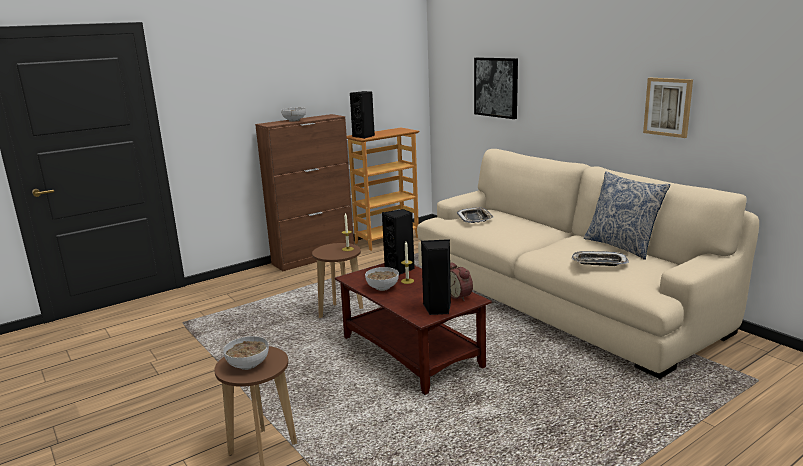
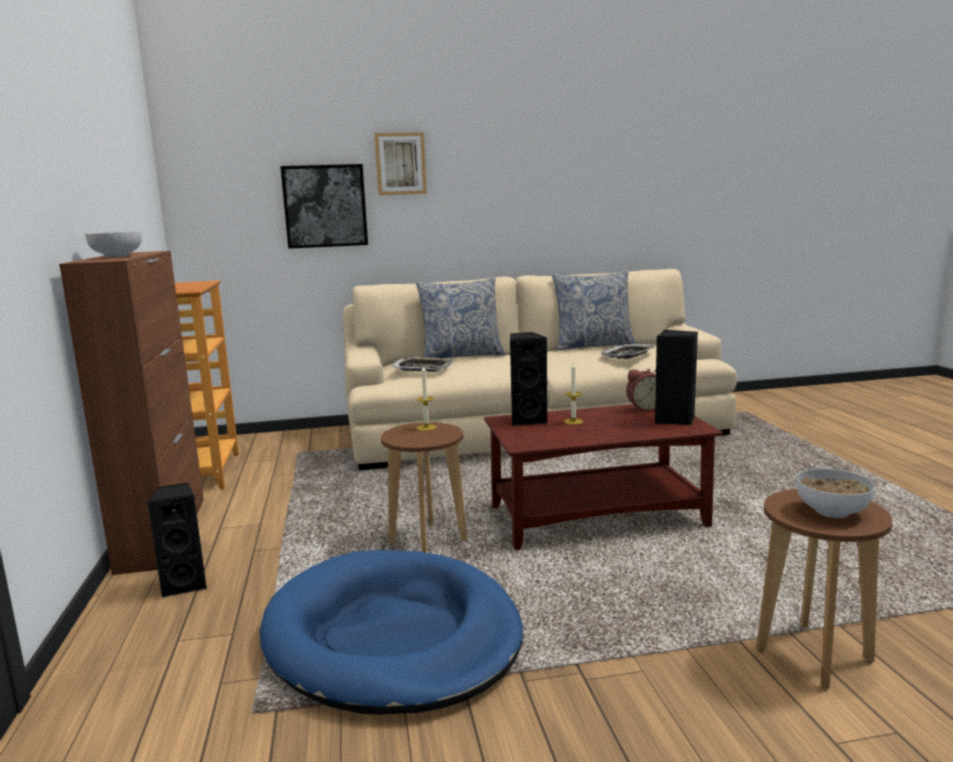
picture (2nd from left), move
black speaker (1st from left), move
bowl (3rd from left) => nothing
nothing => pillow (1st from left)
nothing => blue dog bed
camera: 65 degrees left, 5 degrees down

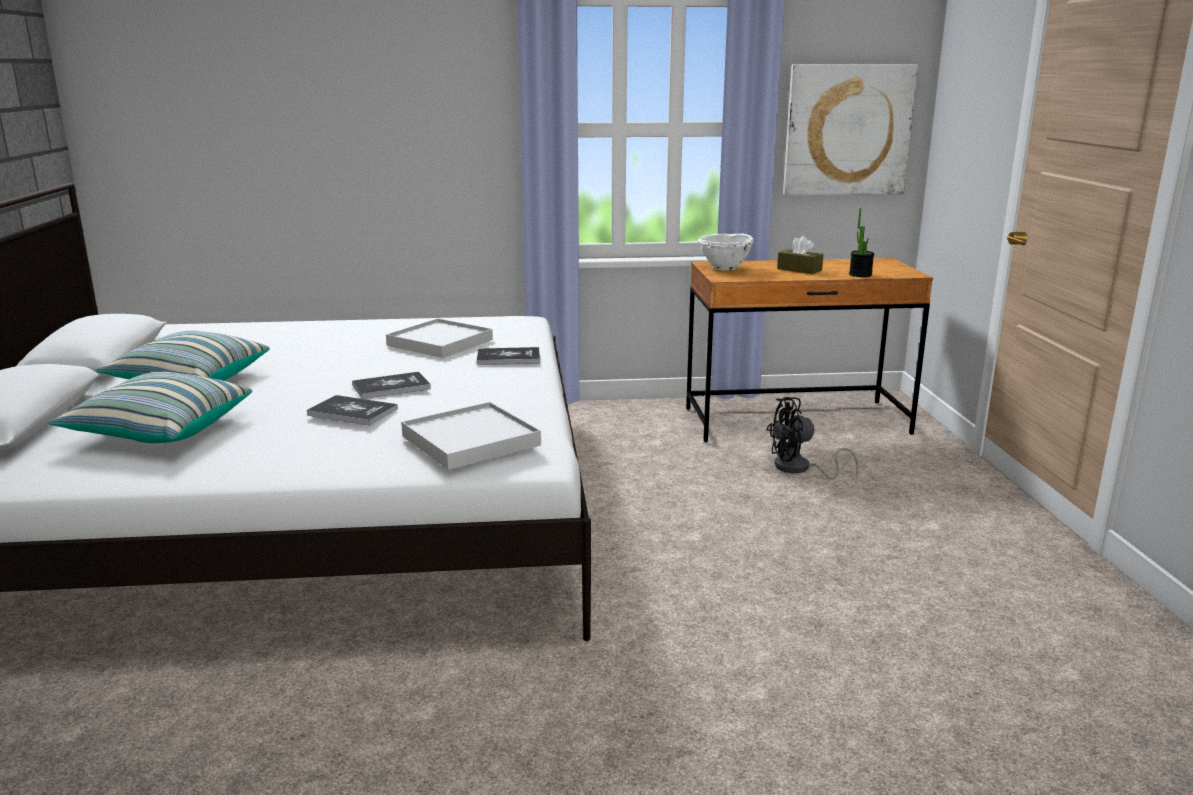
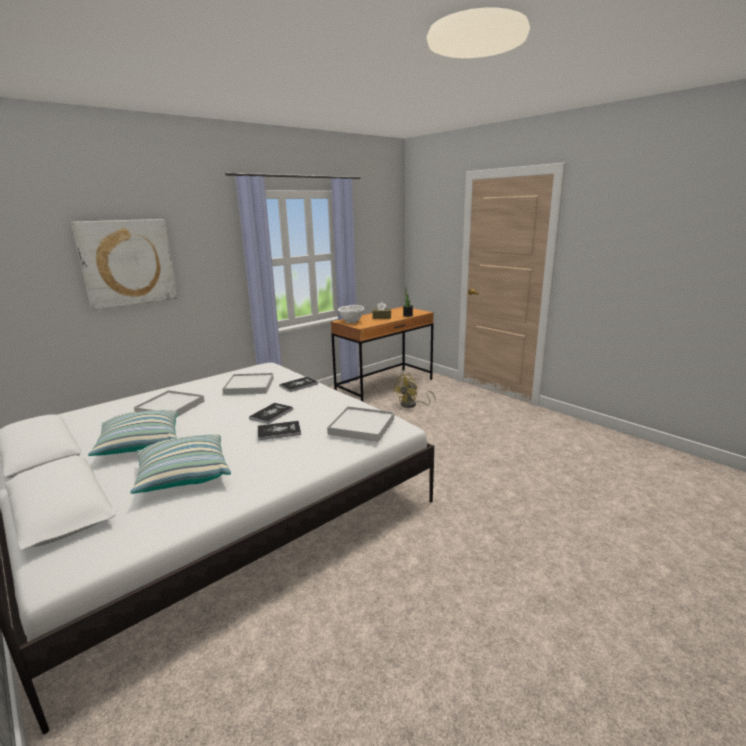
picture, move
black fan => yellow fan
nothing => white tray (1st from left)
camera: 35 degrees left, 0 degrees up

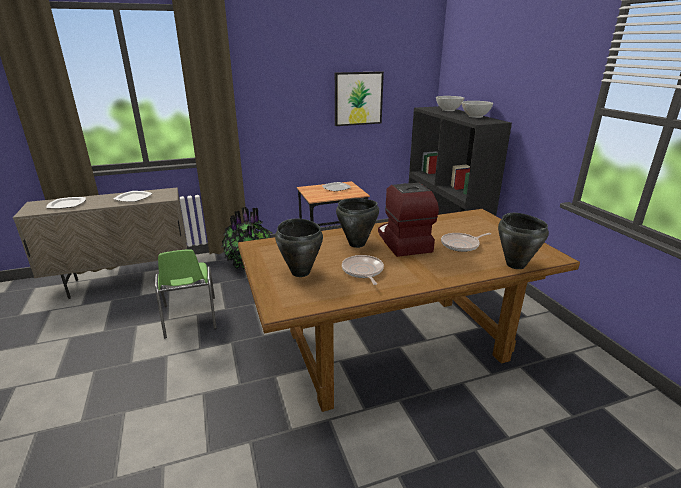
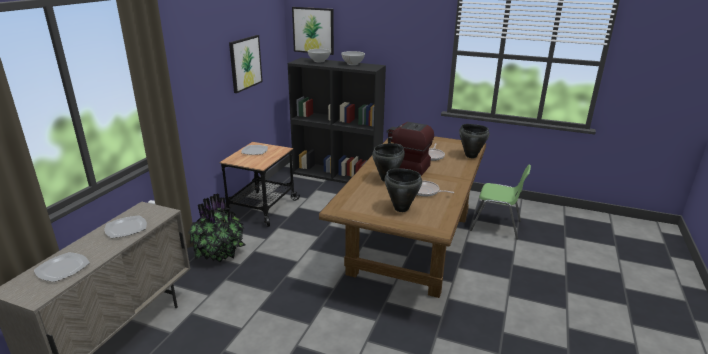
green chair, move
nothing => picture (2nd from left)
camera: 50 degrees left, 0 degrees up

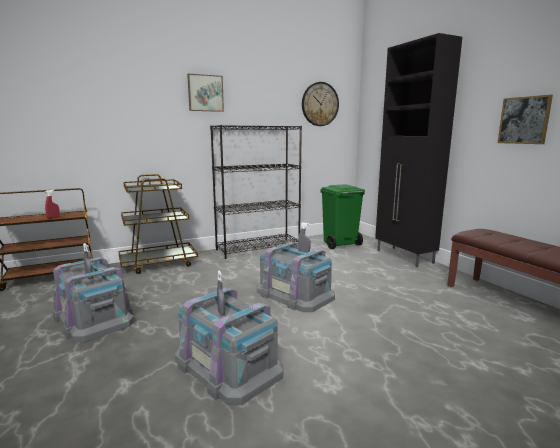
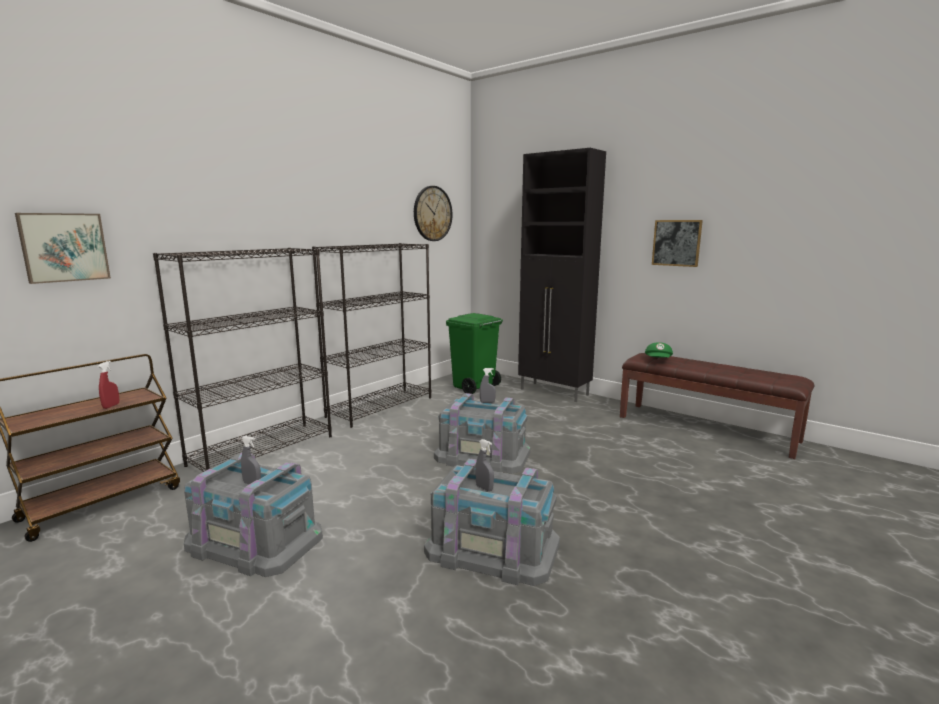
picture (1st from left), move
brown cart (2nd from left) => black bookcase (1st from left)
nothing => green cap
camera: 25 degrees left, 0 degrees up

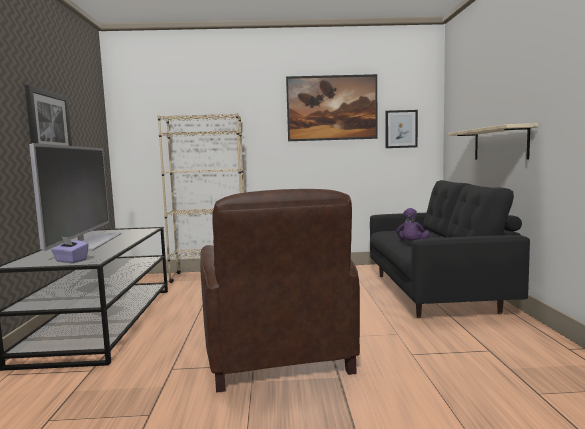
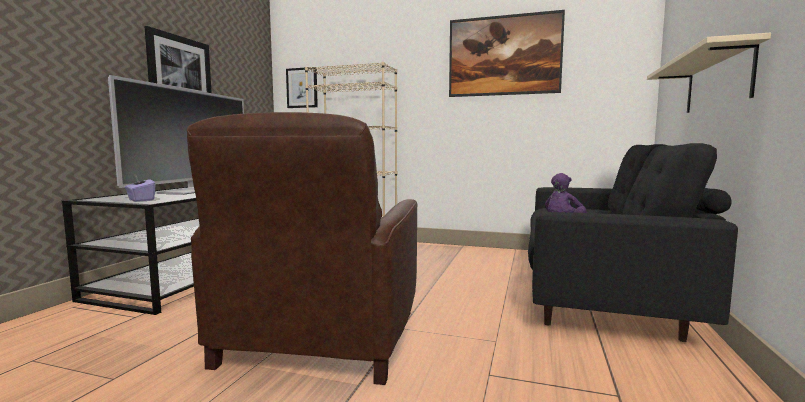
picture (3rd from left in the first image) => picture (2nd from left), move
camera: 20 degrees right, 0 degrees up

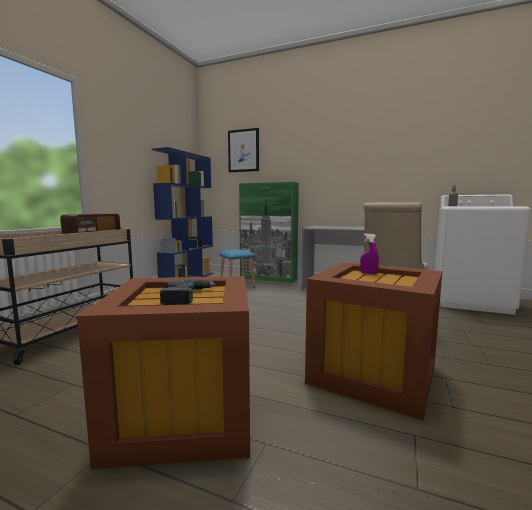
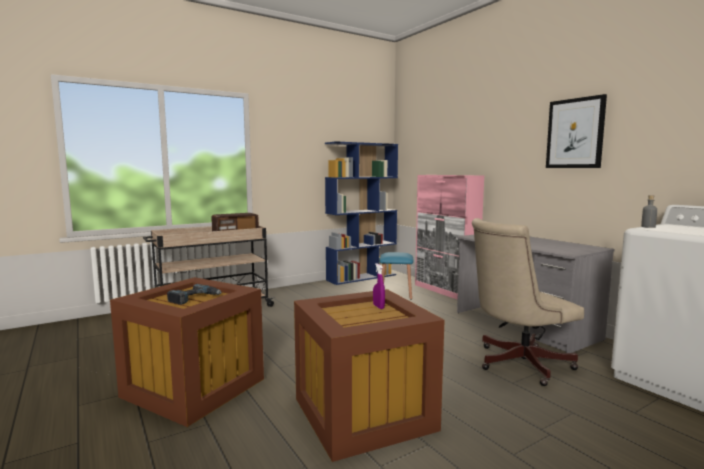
picture, move
green cabinet => pink cabinet
camera: 35 degrees right, 0 degrees up

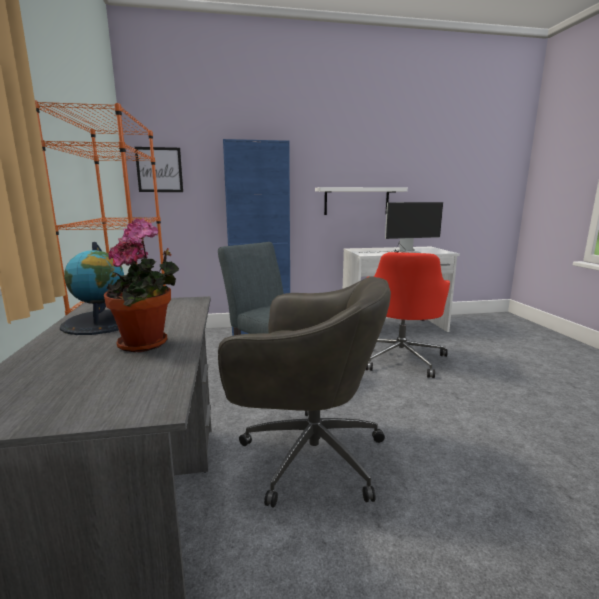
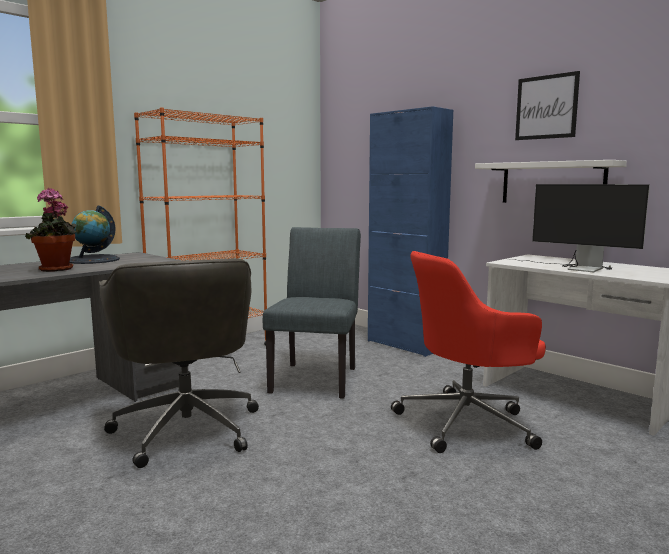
picture, move
camera: 55 degrees right, 5 degrees down

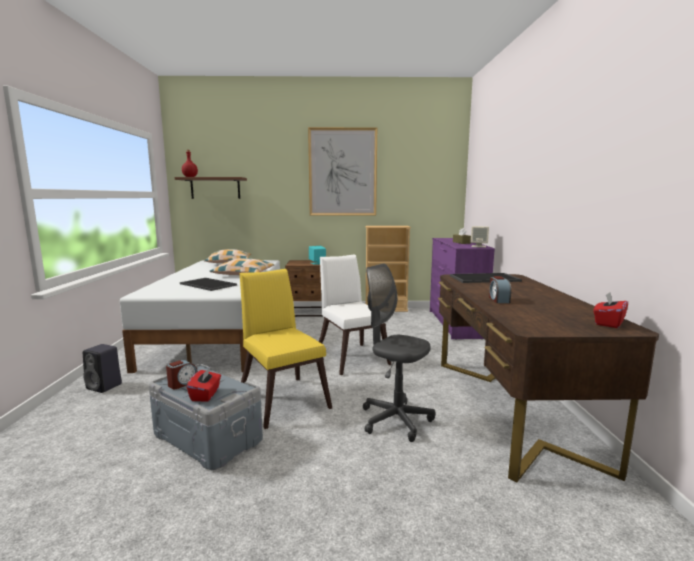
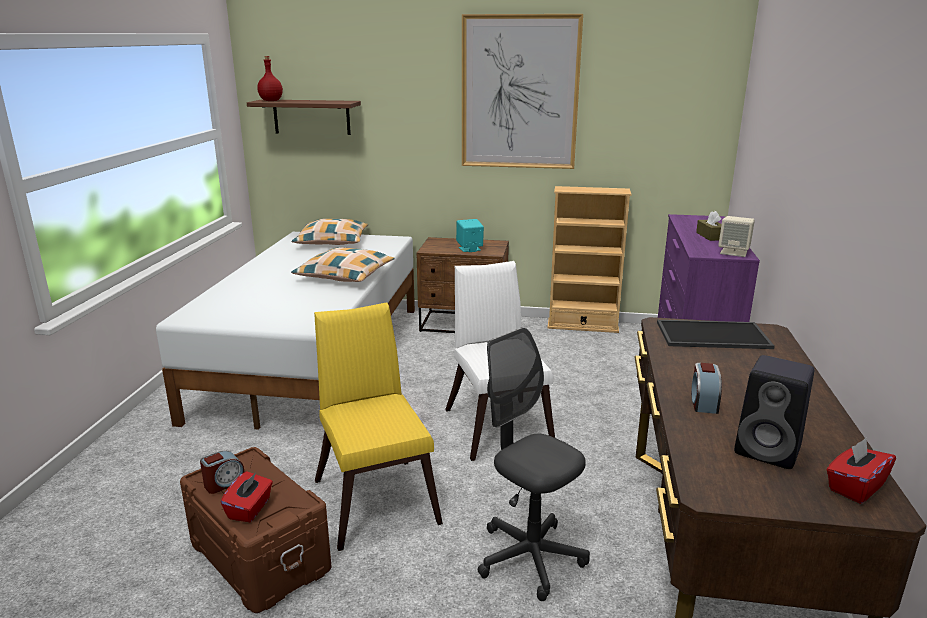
tray (1st from left) => nothing
black speaker, move
grey storage box => brown storage box
camera: 10 degrees right, 10 degrees up

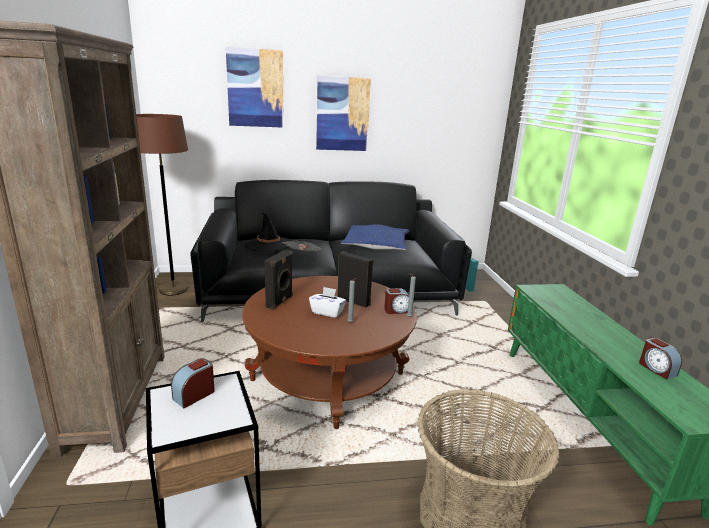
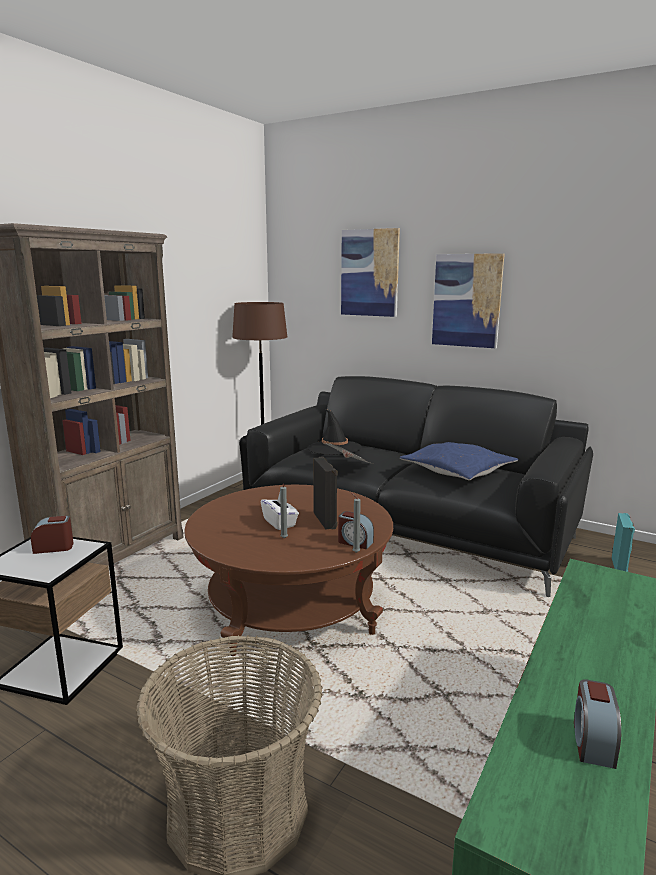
black speaker (1st from left) => nothing
camera: 40 degrees right, 5 degrees down

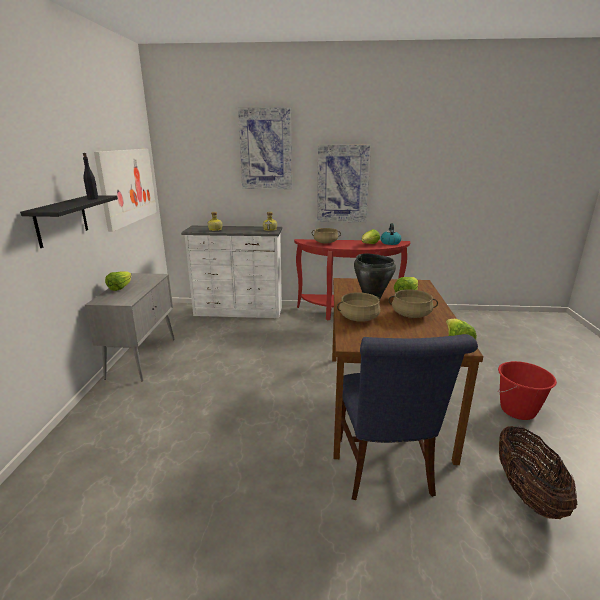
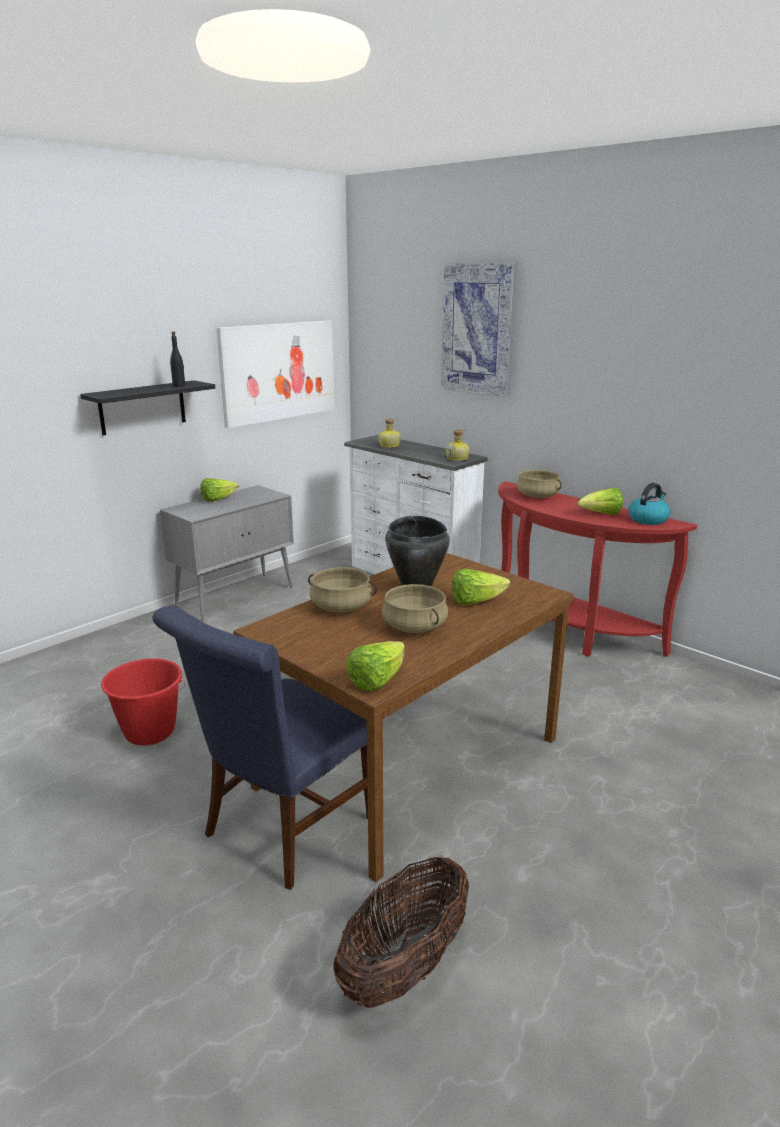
picture (3rd from left) => nothing
red bucket, move
camera: 40 degrees right, 0 degrees up

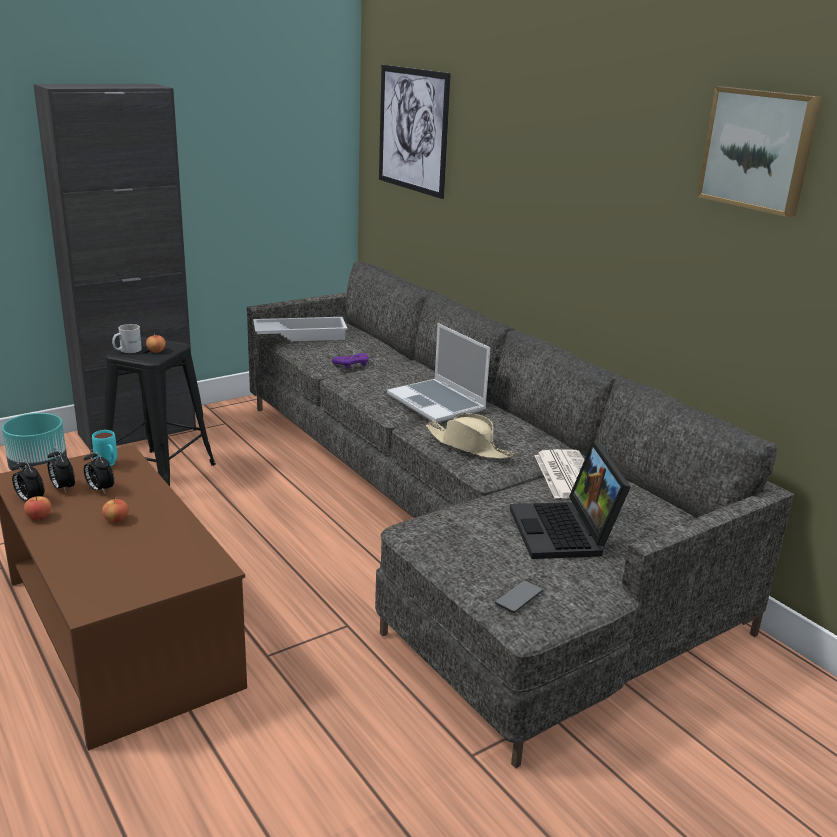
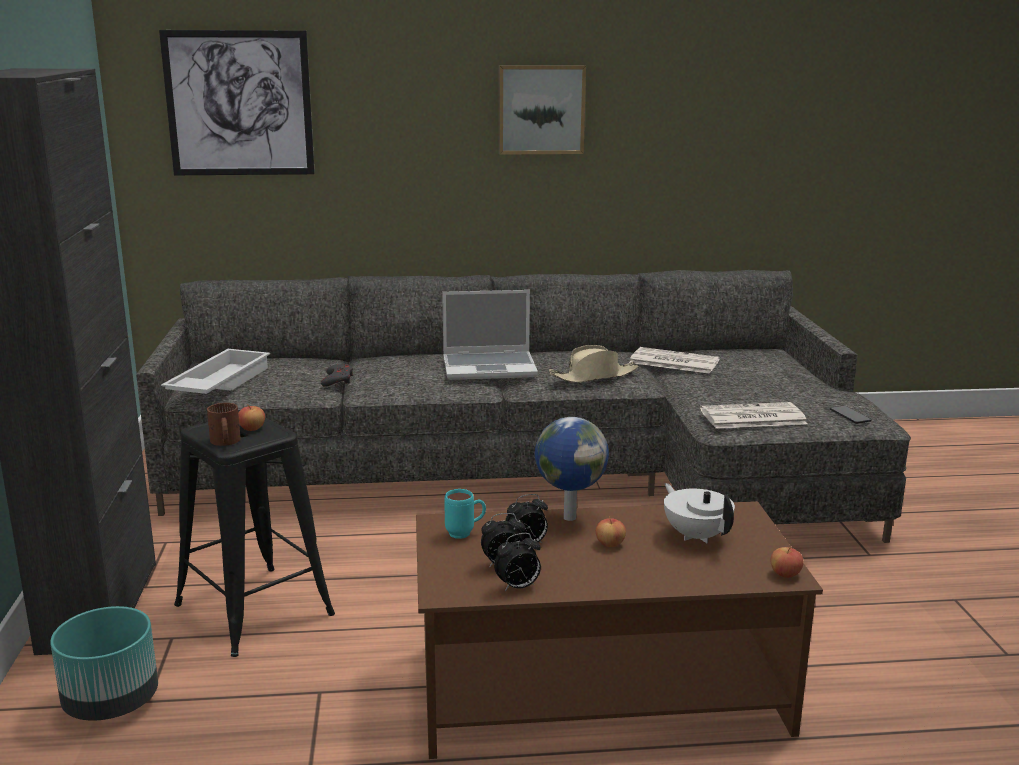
picture (2nd from left), move
white mug => brown mug
purple game controller => grey game controller
laptop (2nd from left) => nothing
apple (1st from left in the first image) => apple (3rd from left), move
nothing => newspaper (2nd from left)
nothing => globe
nothing => white teapot
camera: 60 degrees left, 5 degrees down

